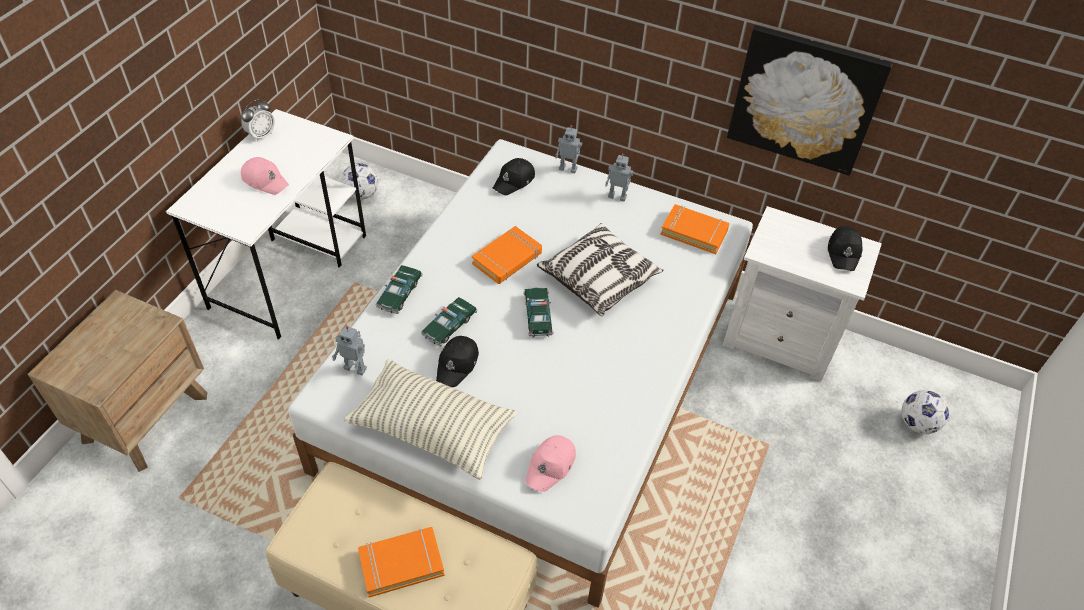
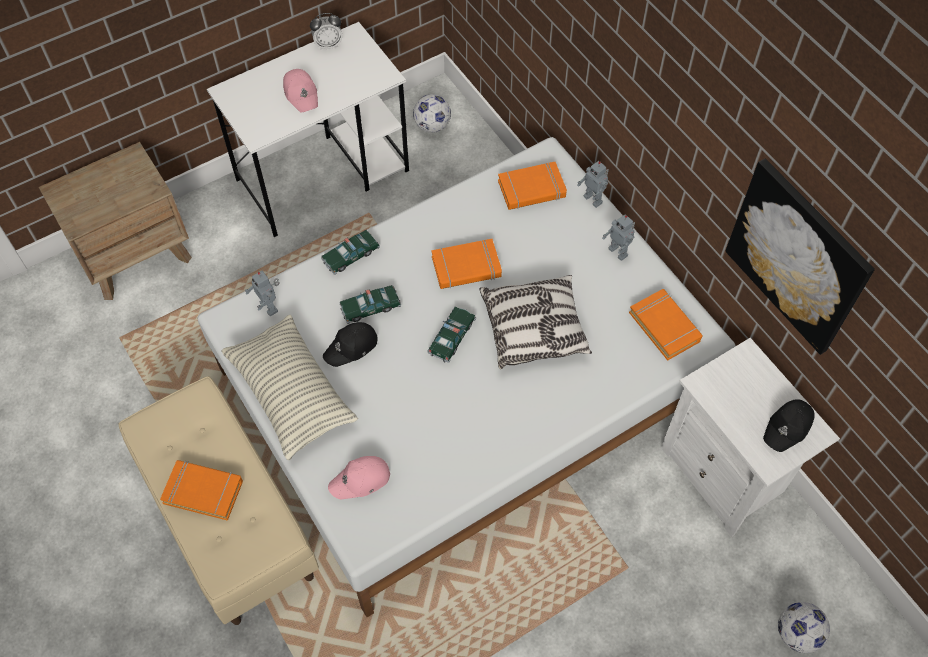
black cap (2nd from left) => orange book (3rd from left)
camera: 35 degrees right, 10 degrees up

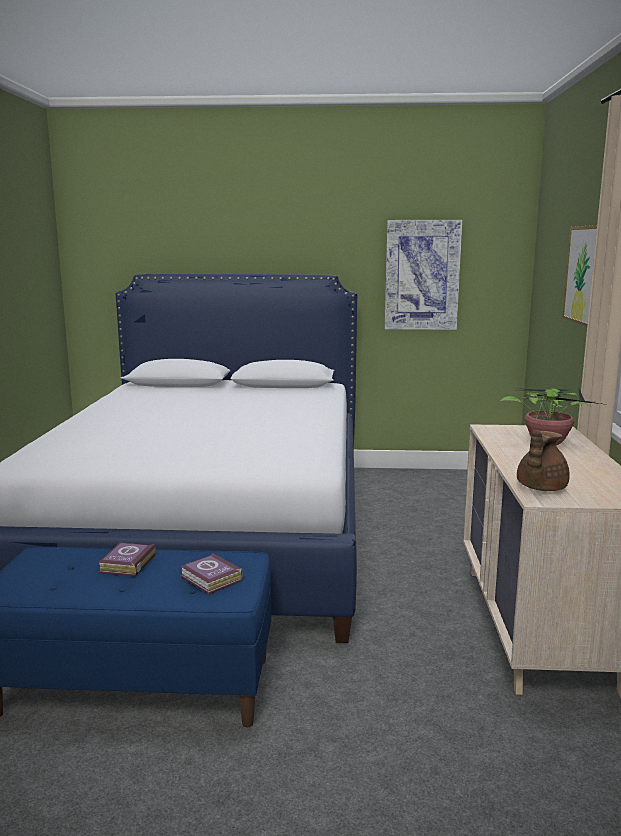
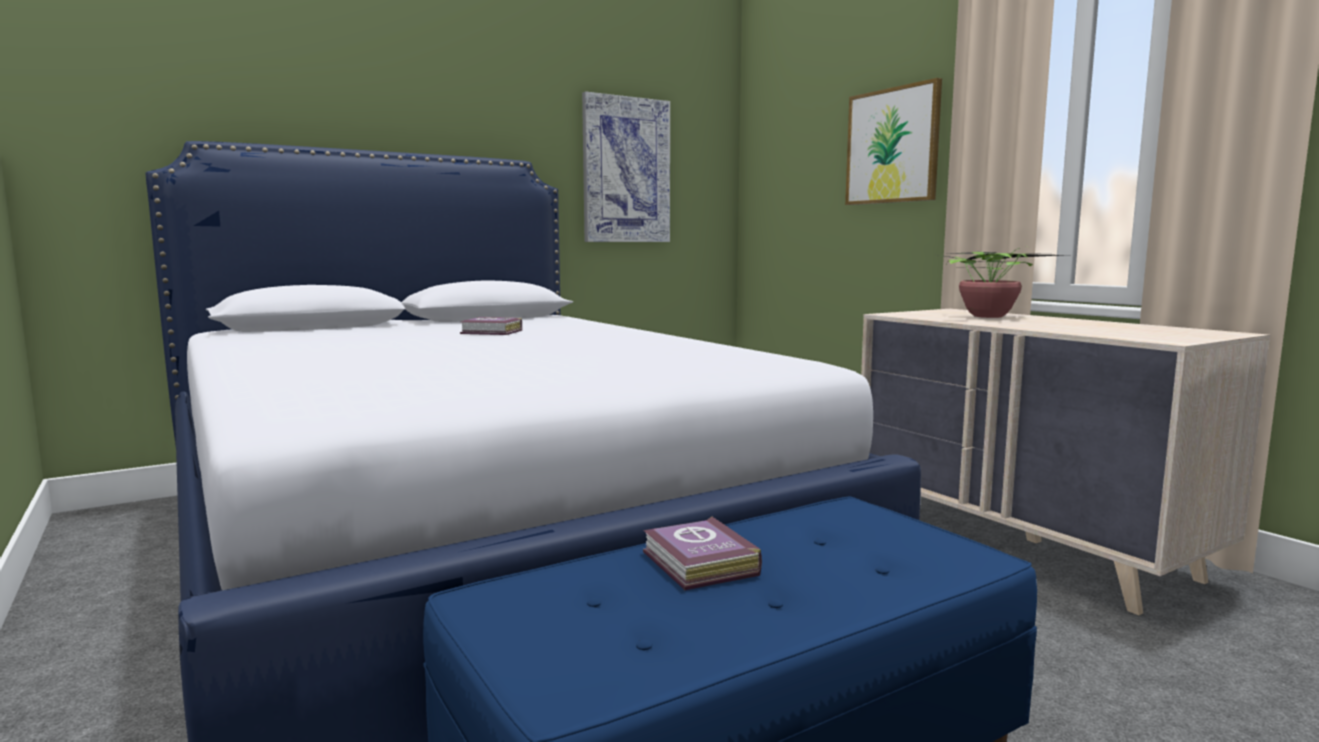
brown teapot => nothing
book (2nd from left in the first image) => book (1st from left), move
camera: 35 degrees left, 5 degrees down

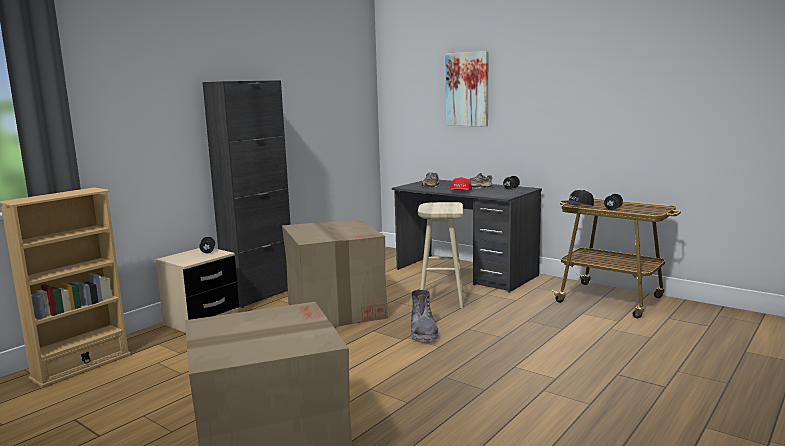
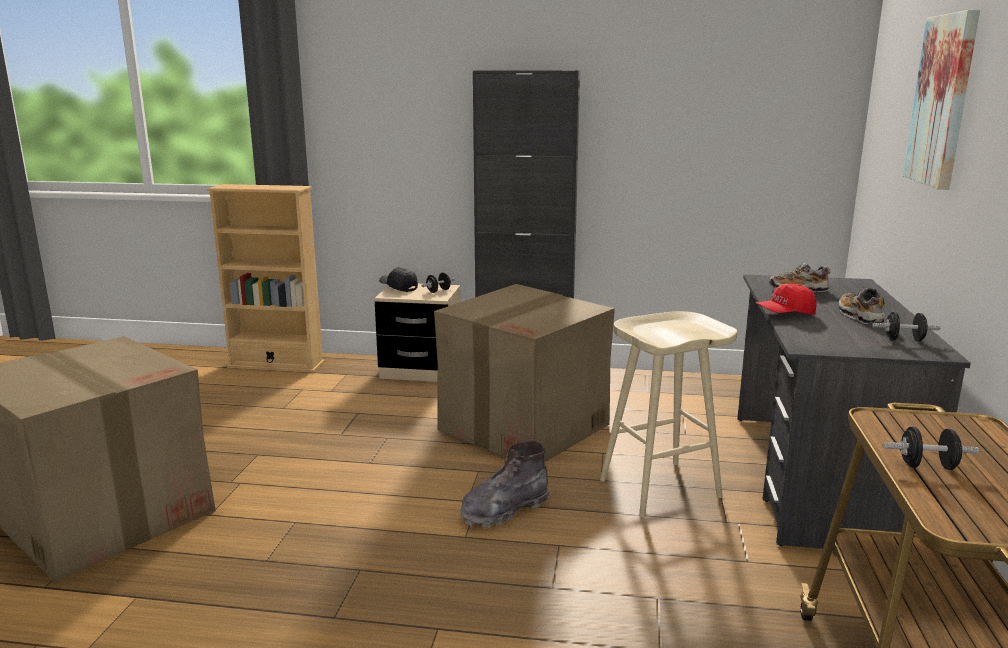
black cap, move
camera: 60 degrees right, 5 degrees up

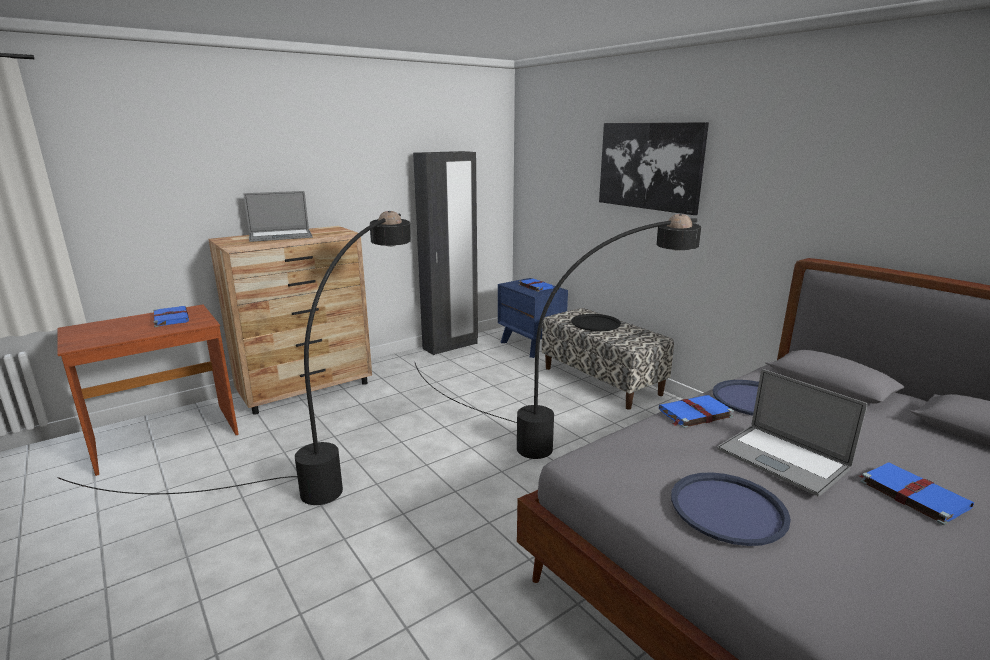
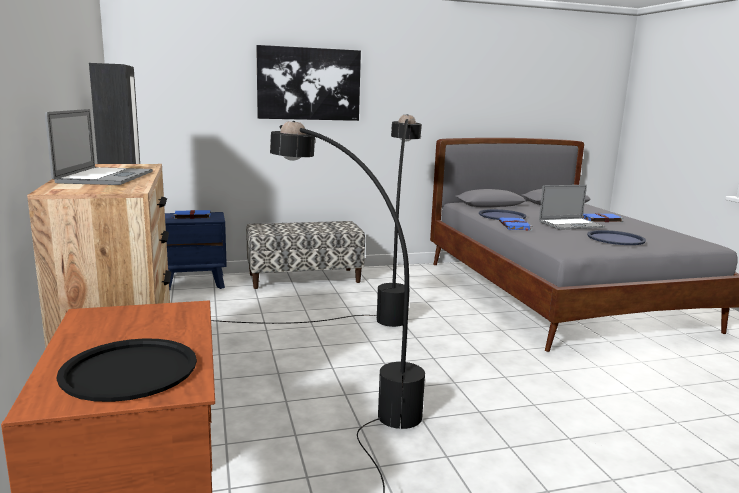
blue book (1st from left) => nothing
black tray, move
camera: 70 degrees left, 5 degrees down

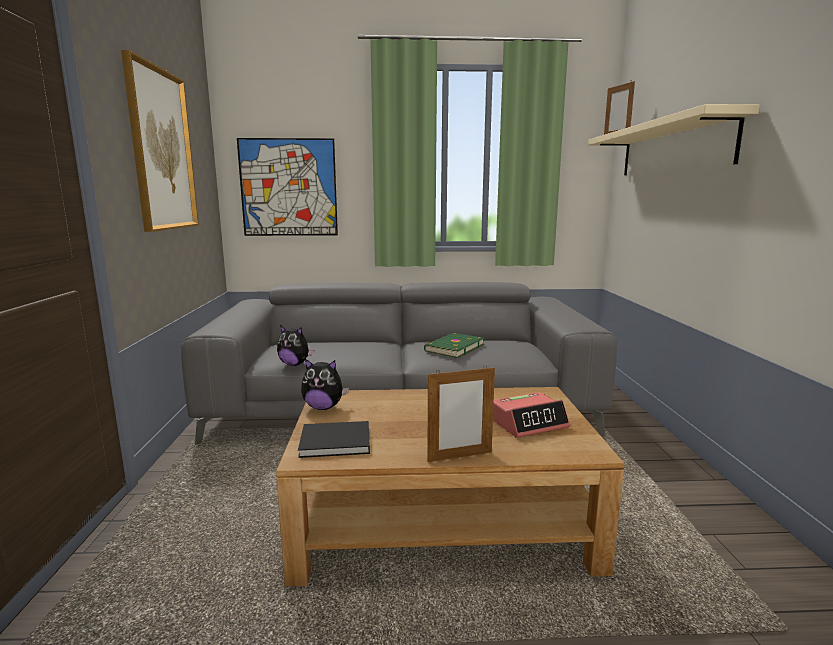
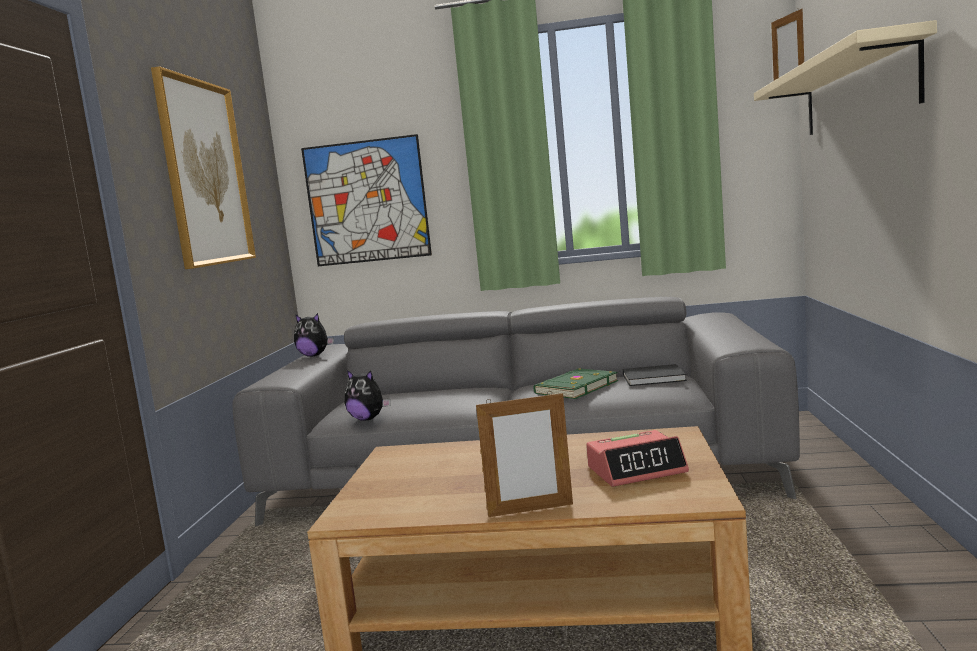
plush toy (2nd from left in the first image) => plush toy (1st from left), move
black book, move
camera: 10 degrees right, 5 degrees down

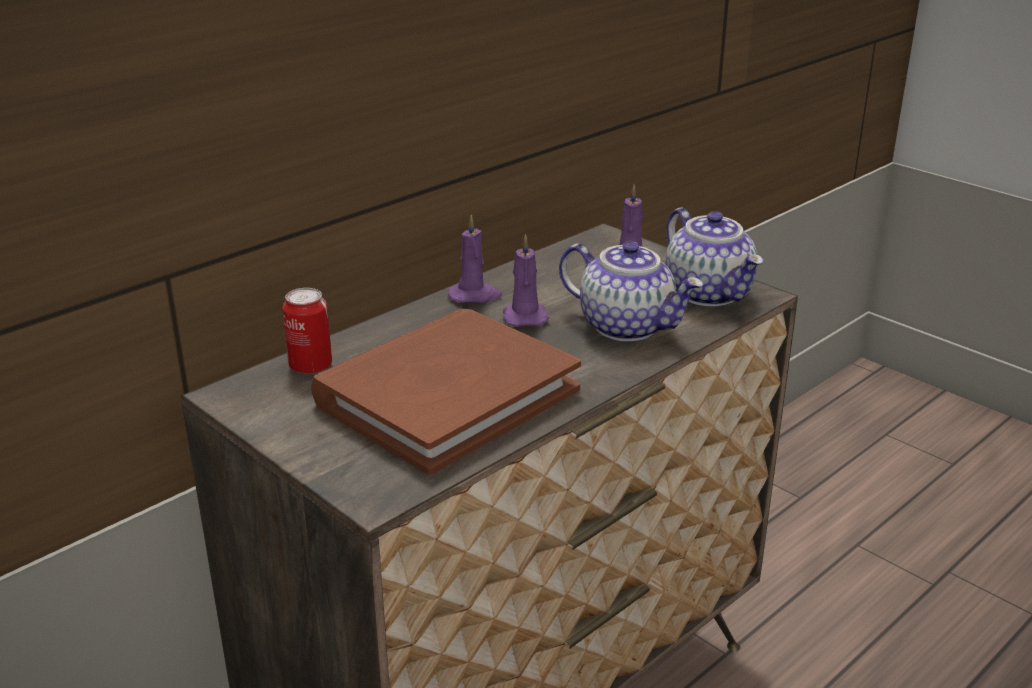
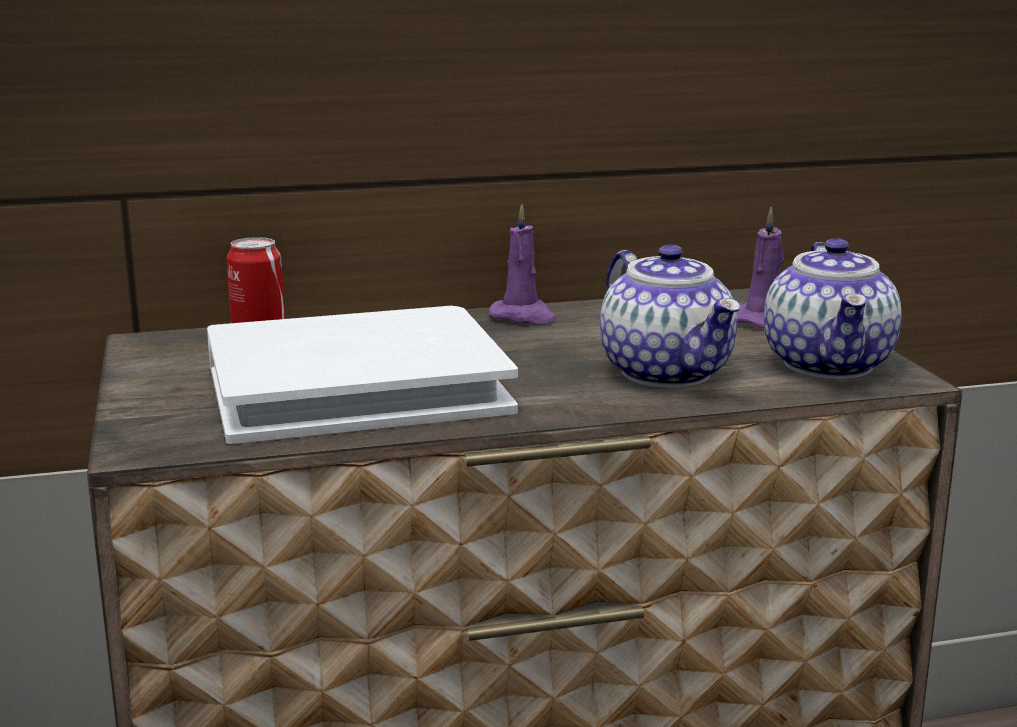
purple candle (2nd from left) => nothing
brown book => white book
camera: 30 degrees right, 10 degrees down

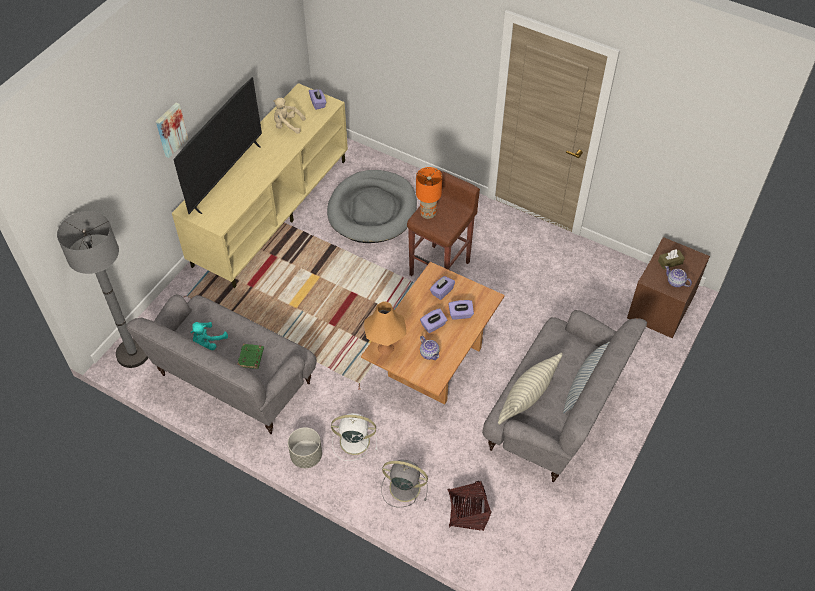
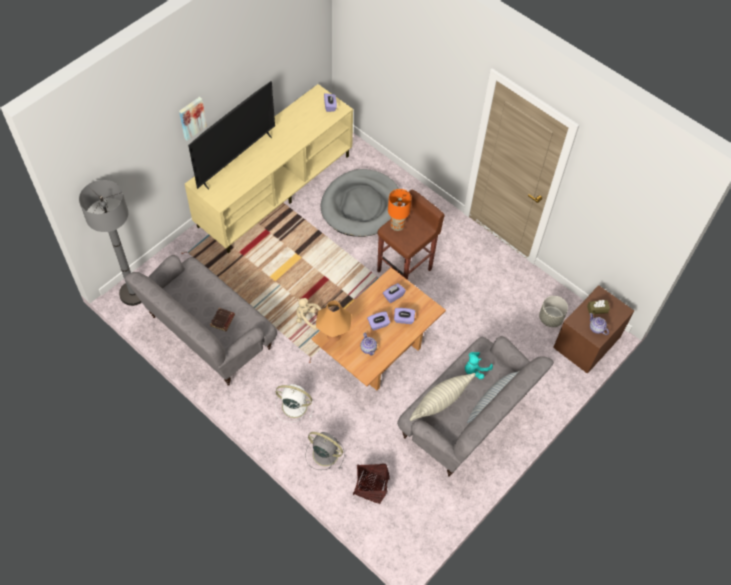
beige plush toy, move
turquoise plush toy, move
green book => brown book
grey planter, move
camera: 10 degrees right, 5 degrees up

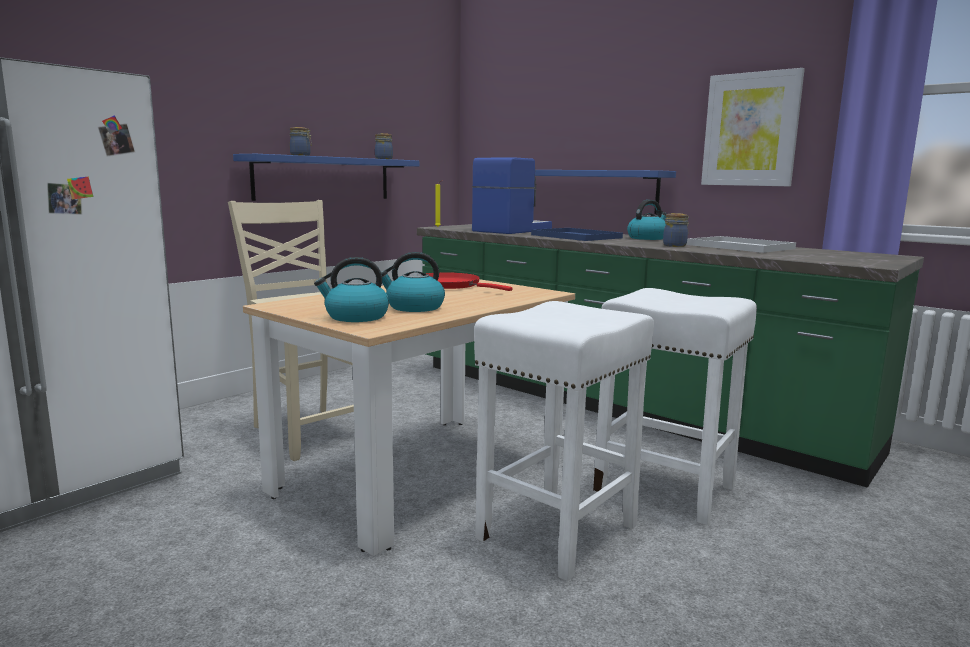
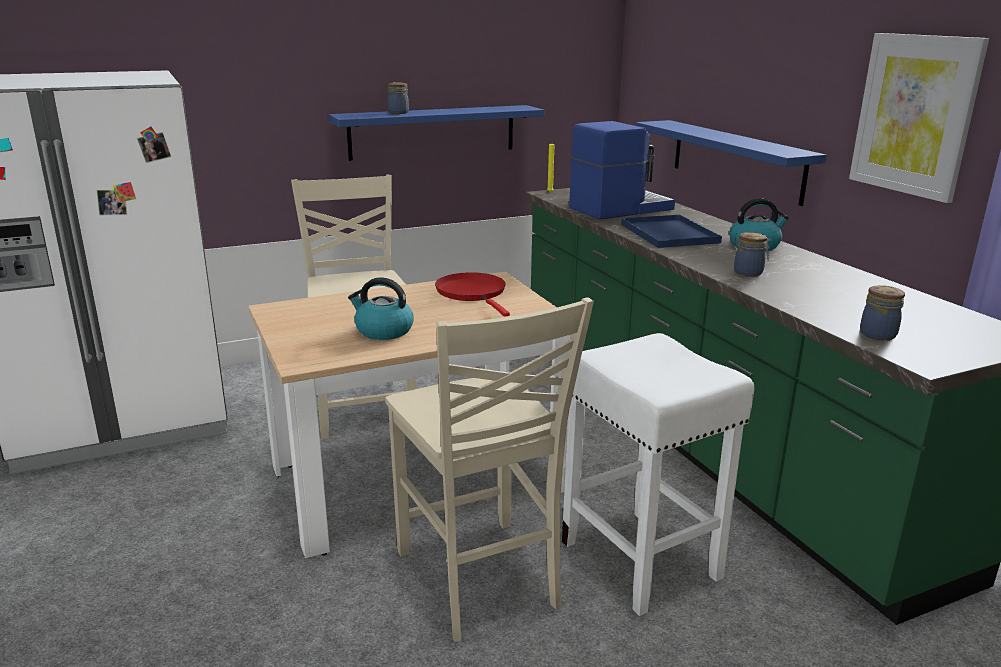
jar (2nd from left in the first image) => jar (3rd from left), move
white tray => nothing
kettle (1st from left) => nothing
white stool (1st from left) => beige chair (2nd from left)
camera: 25 degrees right, 10 degrees up

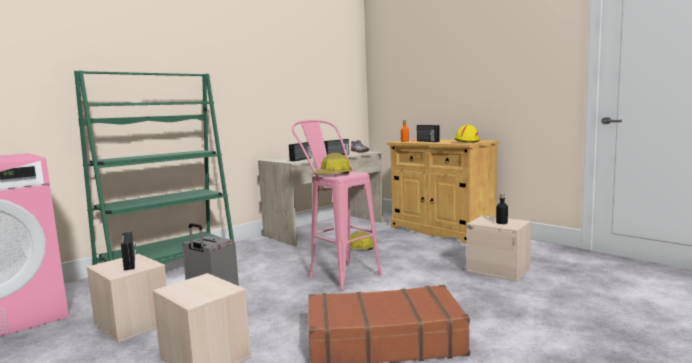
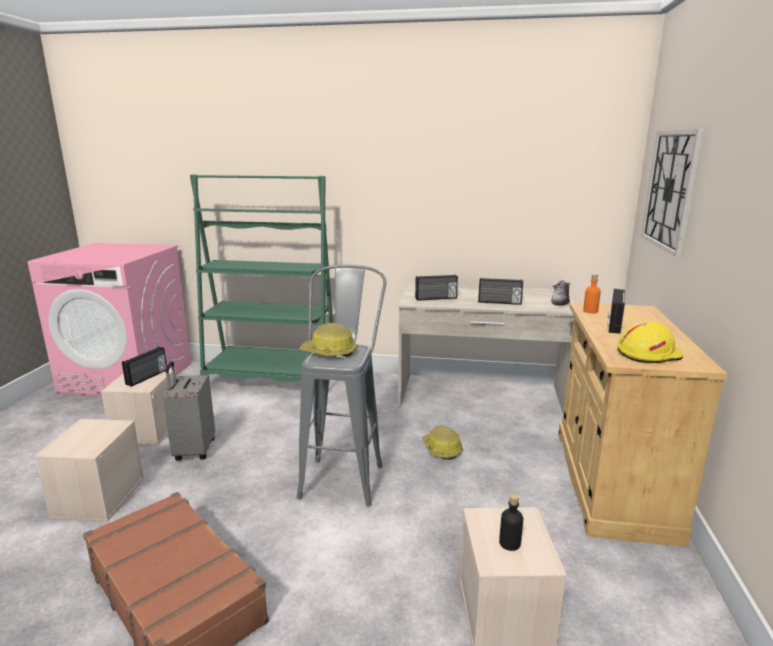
pink stool => grey stool
nothing => wall clock
camera: 50 degrees right, 10 degrees up

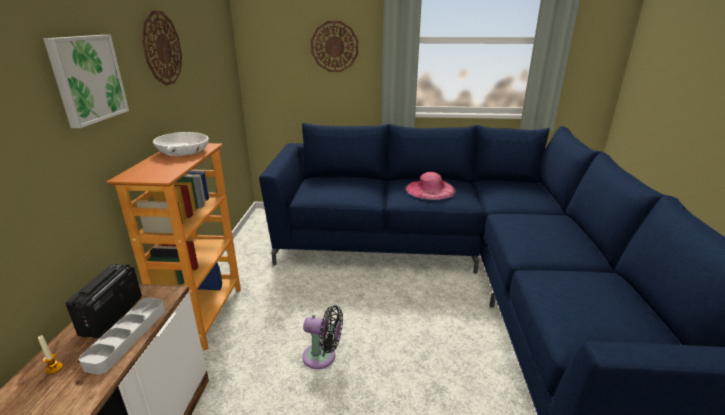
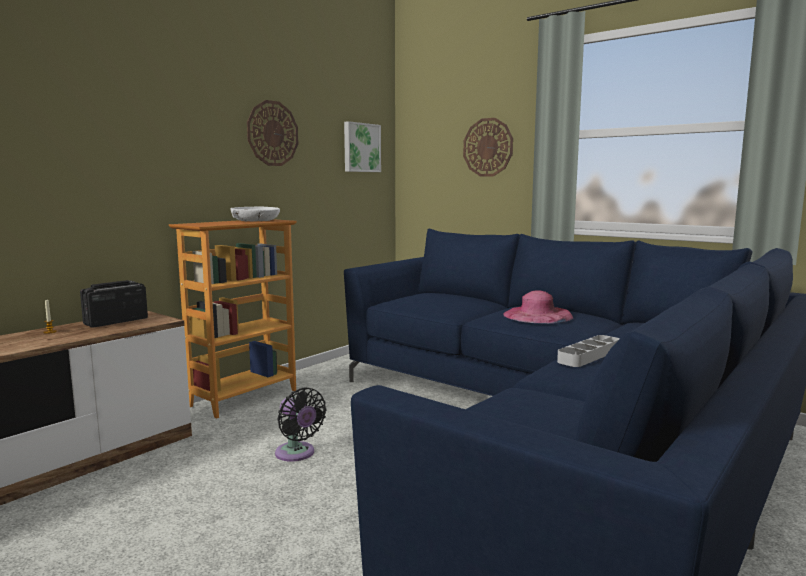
picture, move
grey tray, move
camera: 35 degrees right, 15 degrees down

